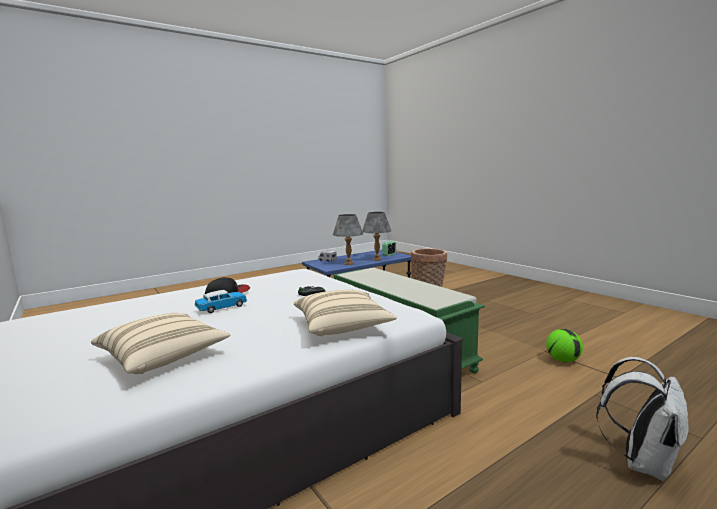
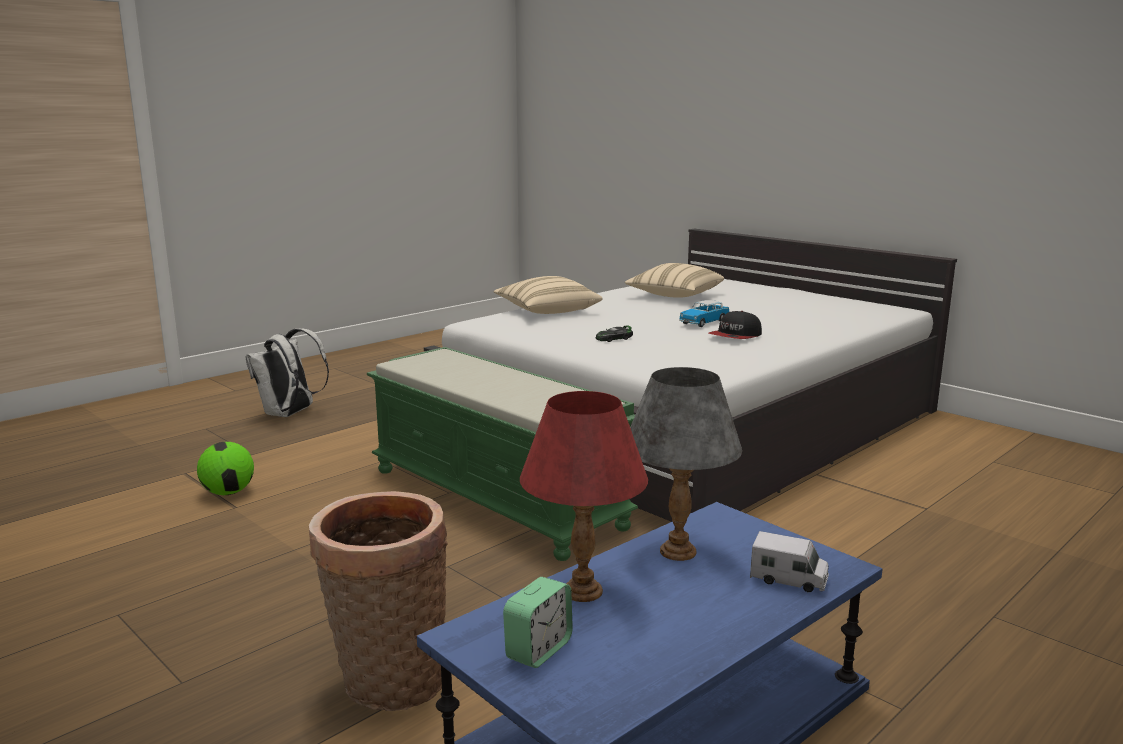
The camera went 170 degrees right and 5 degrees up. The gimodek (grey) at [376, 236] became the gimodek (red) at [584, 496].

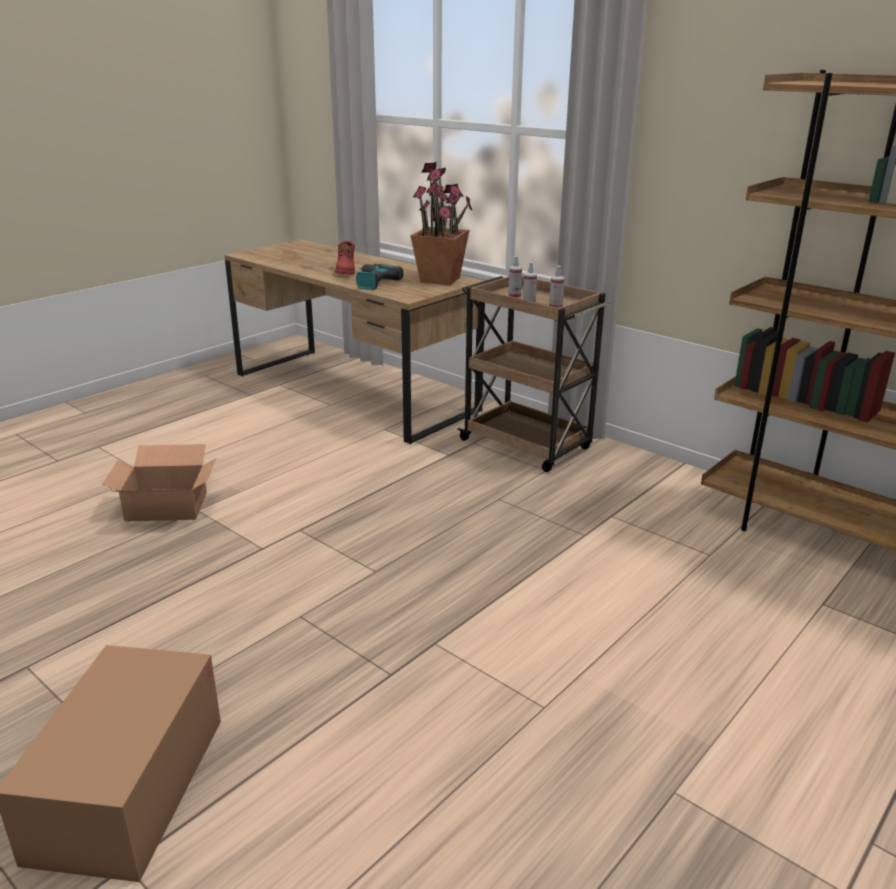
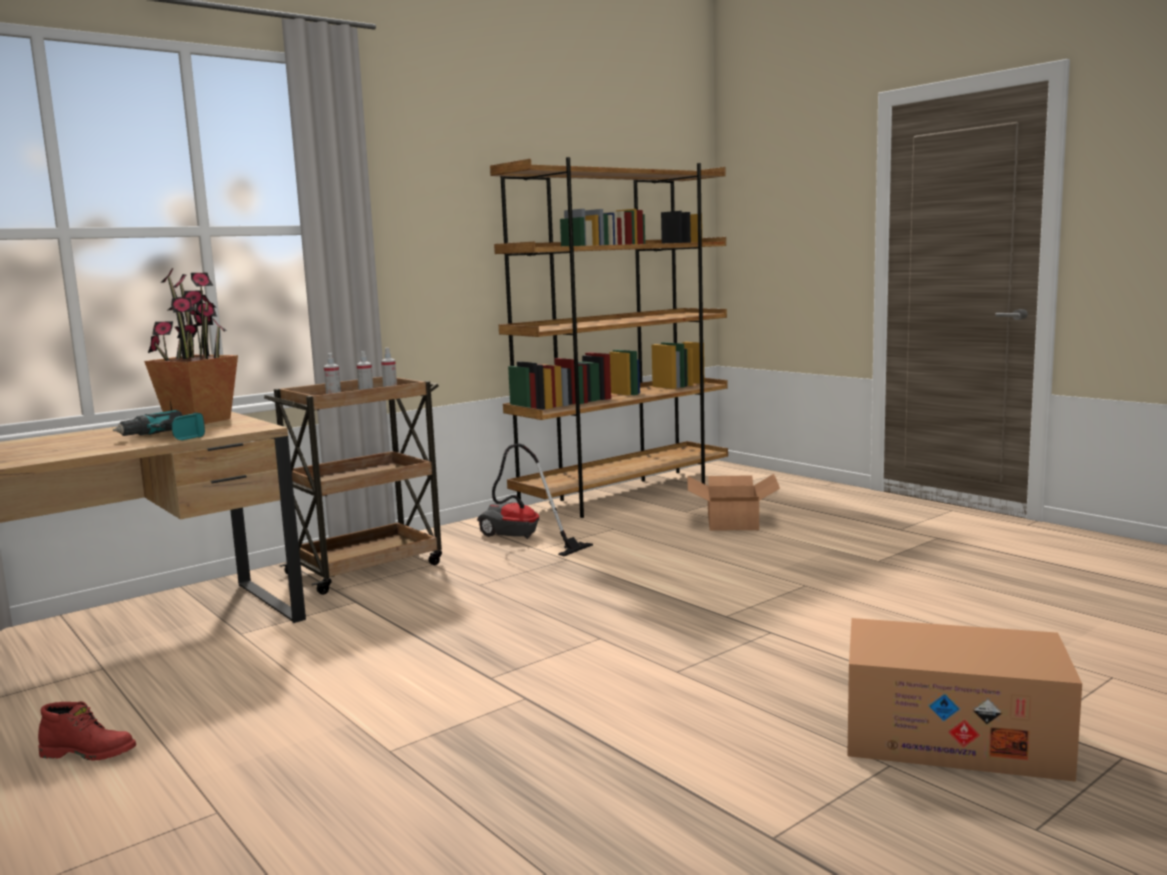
The camera went 80 degrees left and 15 degrees down. The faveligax moved from [159, 483] to [733, 502]. The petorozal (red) moved from [345, 257] to [87, 731]. The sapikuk at [535, 500] appeared.

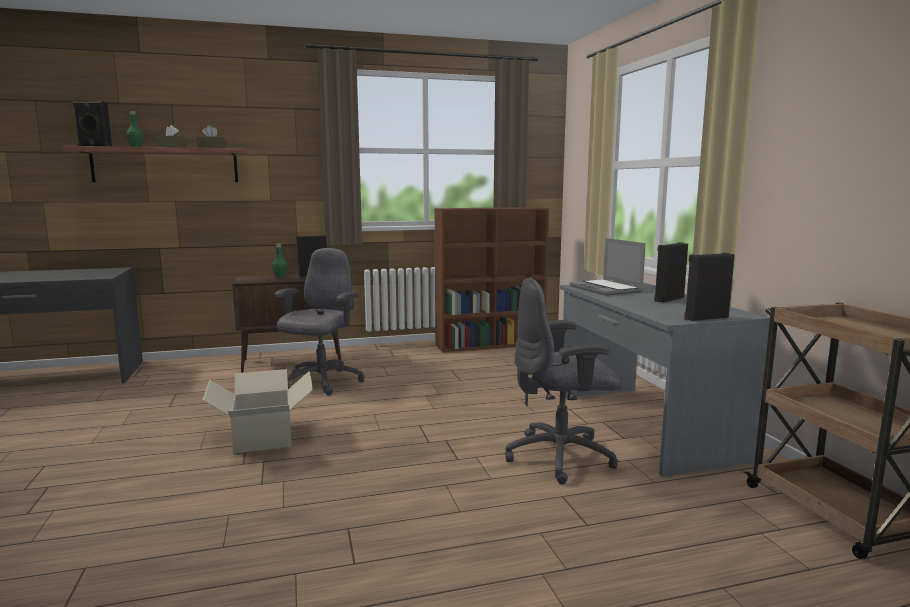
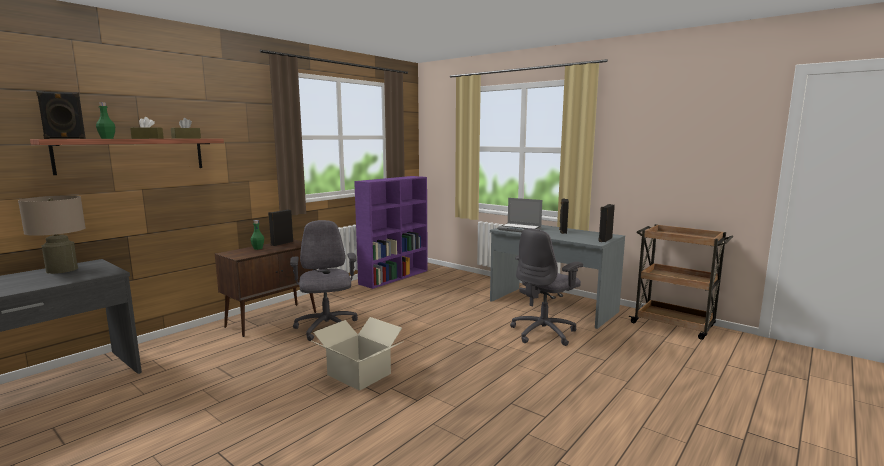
The camera went 35 degrees left and 0 degrees up. The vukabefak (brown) at [492, 279] became the vukabefak (purple) at [391, 232]. The gimodek (beige) at [52, 234] appeared.

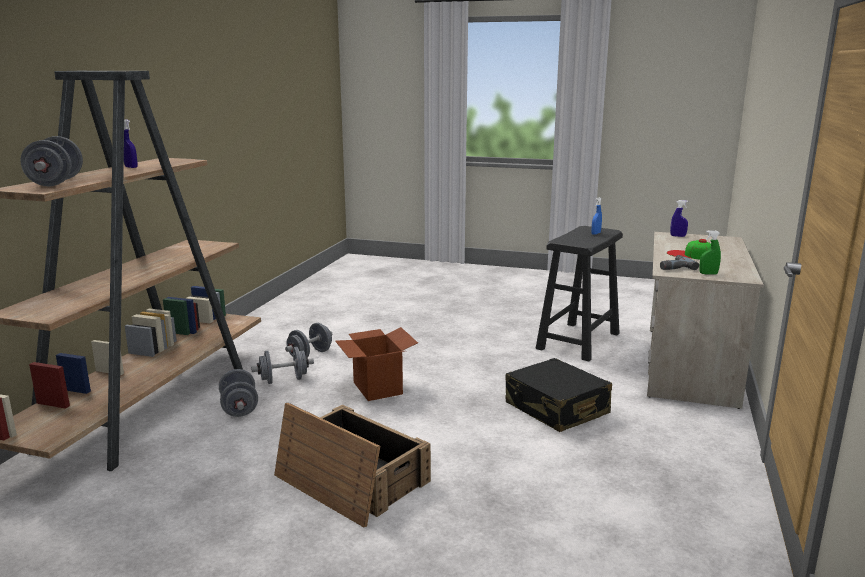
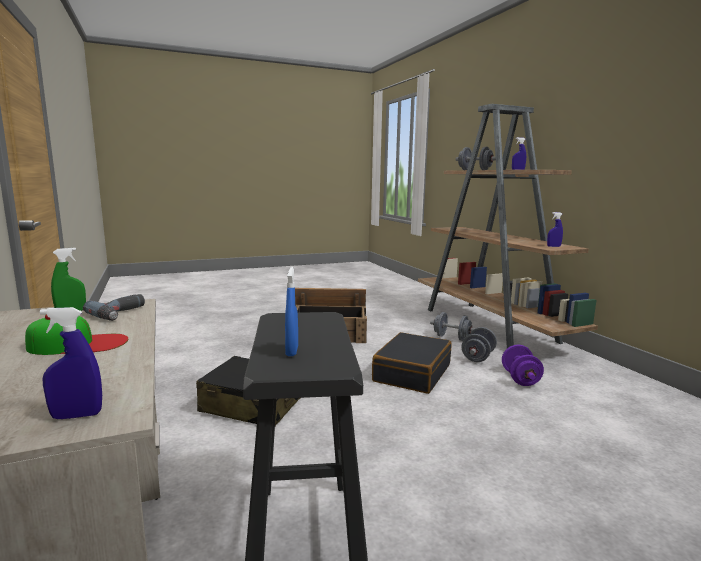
The camera went 140 degrees right and 5 degrees down. The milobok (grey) at [308, 340] became the milobok (purple) at [523, 365]. The faveligax at [376, 364] was replaced by the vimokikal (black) at [411, 363]. The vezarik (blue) at [555, 229] appeared.

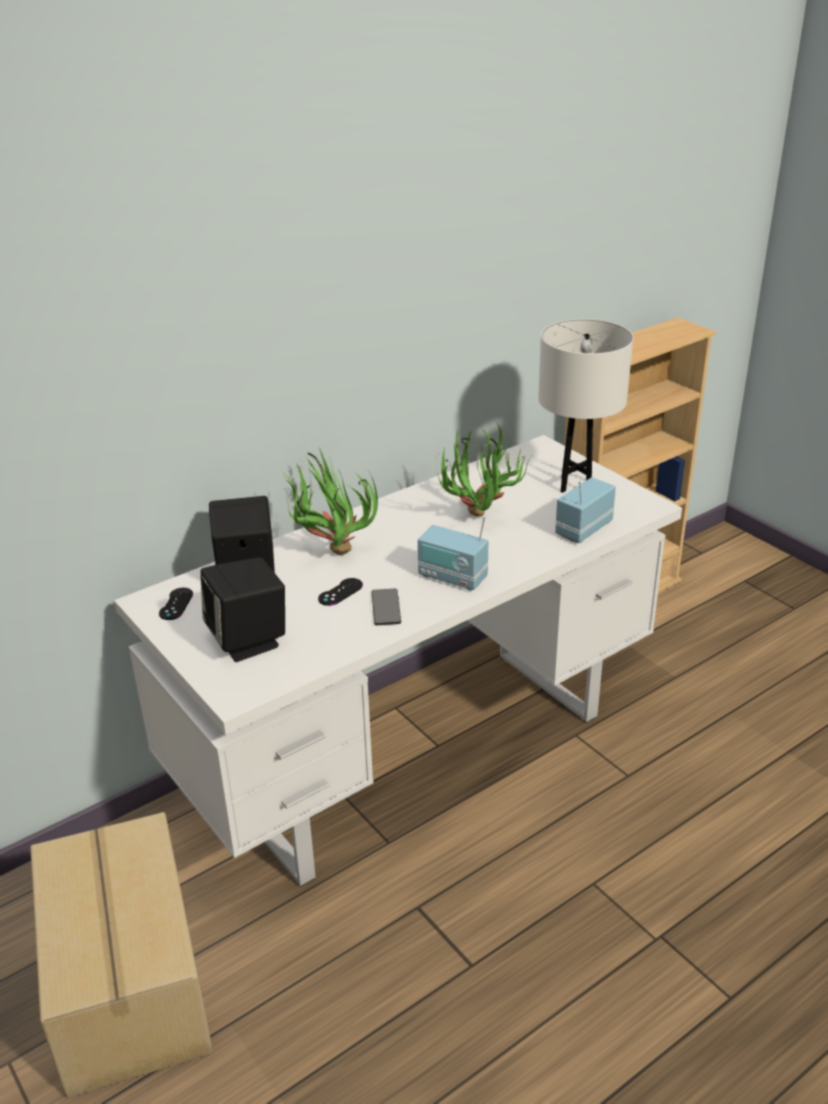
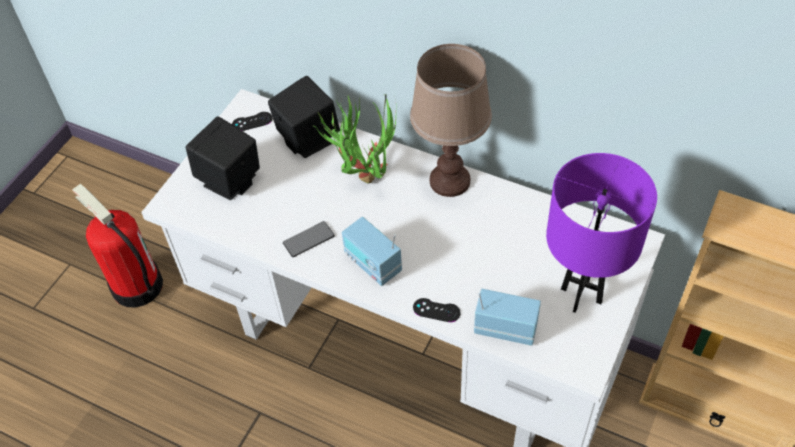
The camera went 65 degrees right and 20 degrees up. The faveligax at [121, 955] was replaced by the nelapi at [117, 246]. The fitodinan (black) moved from [340, 592] to [437, 310]. The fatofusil at [453, 553] turned 45 degrees counterclockwise. The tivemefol at [483, 469] disappeared. The gimodek (white) at [585, 406] became the gimodek (purple) at [601, 233]. The gimodek (brown) at [451, 120] appeared.

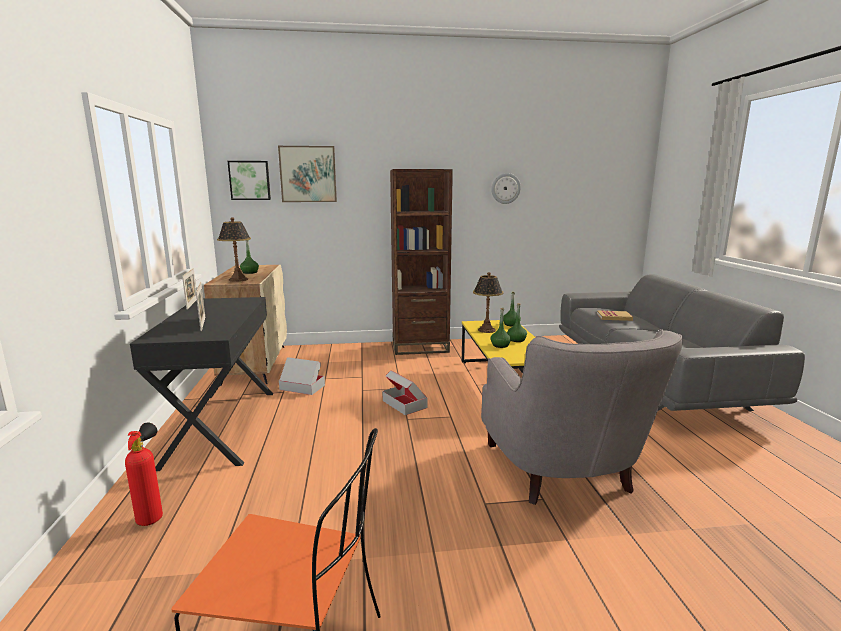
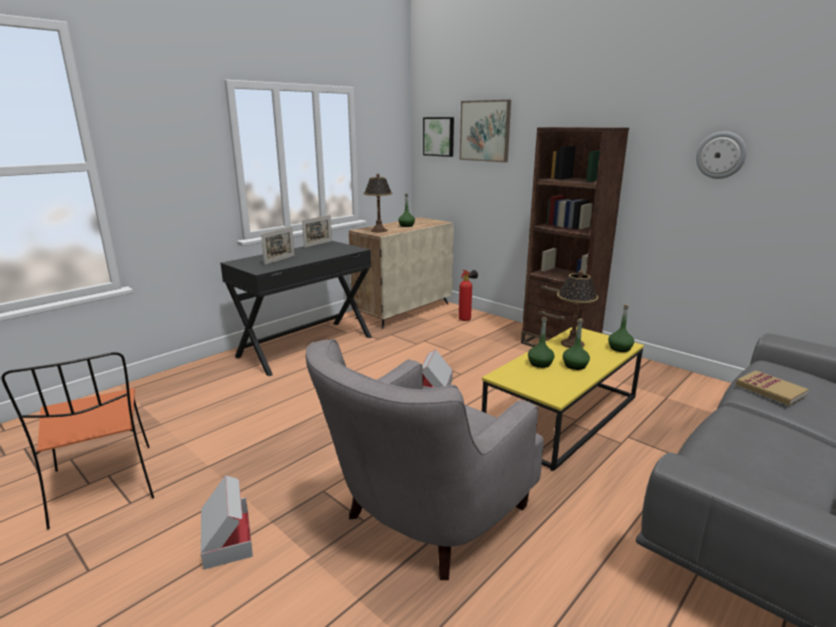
The camera went 50 degrees right and 5 degrees up. The nelapi moved from [144, 474] to [468, 295]. The faveligax moved from [302, 376] to [227, 522].

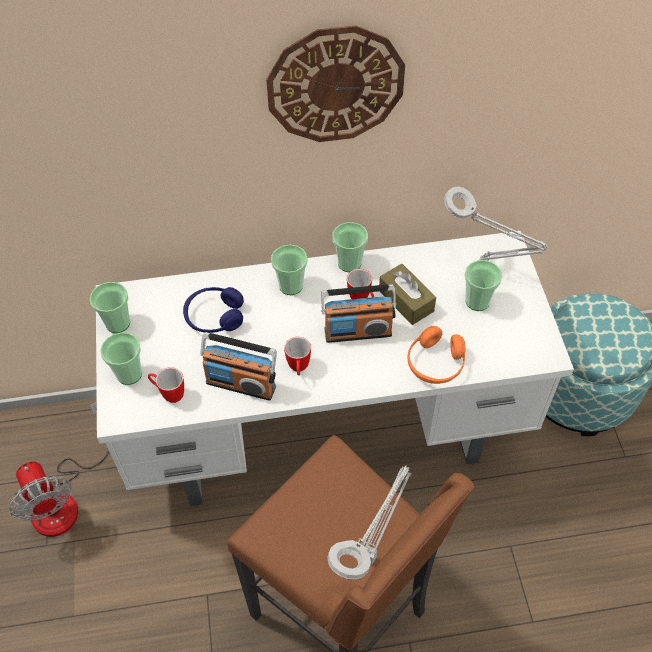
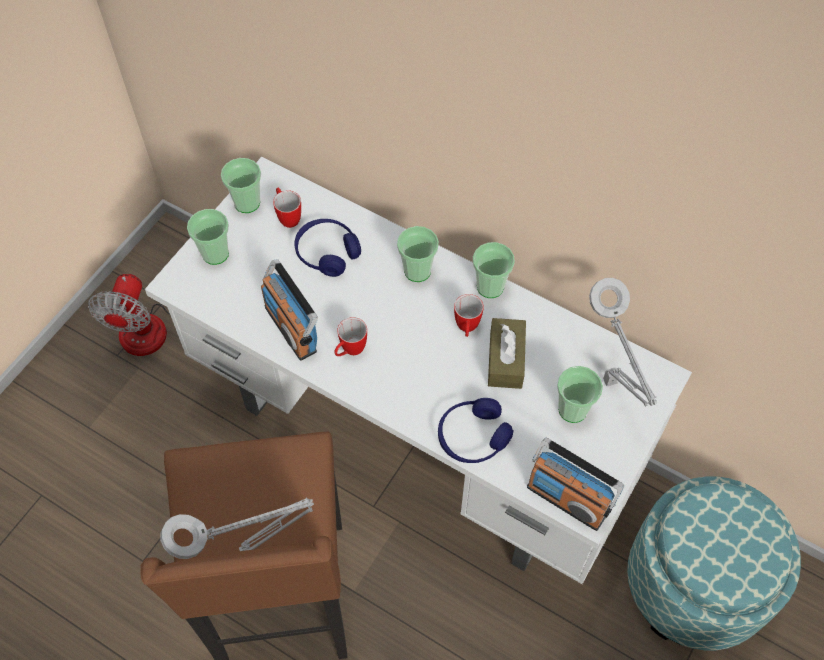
The camera went 40 degrees right and 5 degrees up. The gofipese moved from [166, 385] to [287, 208]. The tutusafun at [335, 83] disappeared. The fatofusil moved from [358, 313] to [575, 484]. The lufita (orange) at [436, 355] became the lufita (blue) at [476, 430].

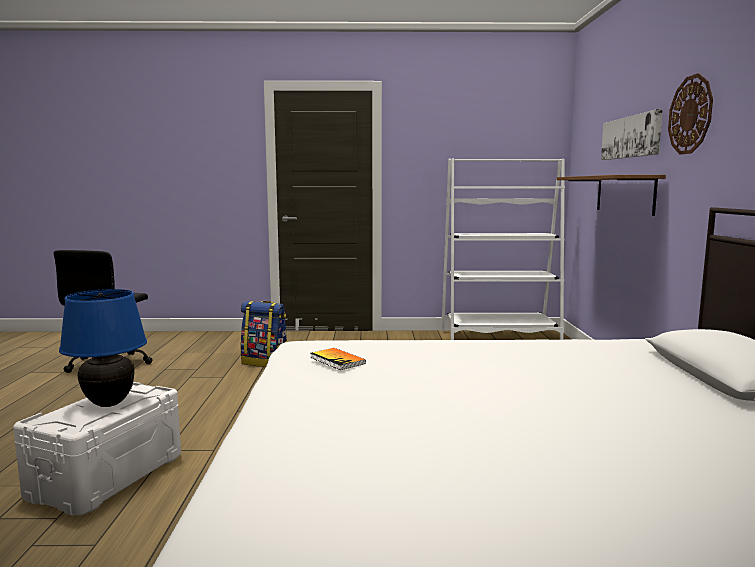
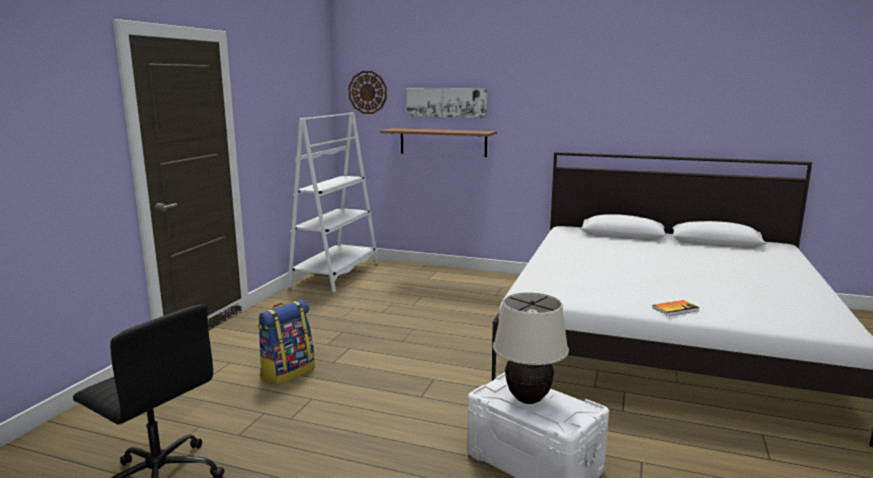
The camera went 70 degrees left and 5 degrees up. The gimodek (blue) at [103, 348] became the gimodek (beige) at [531, 348]. The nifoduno moved from [338, 359] to [676, 308]. The tutusafun moved from [690, 114] to [367, 92].

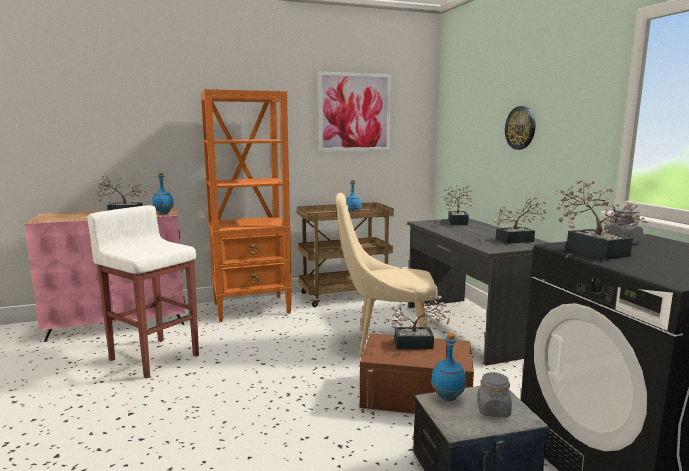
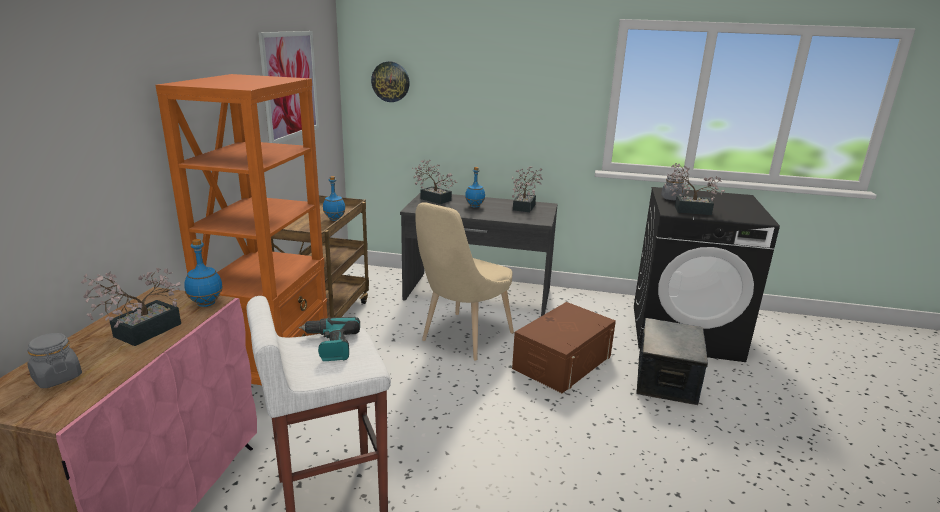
The camera went 60 degrees left and 10 degrees up. The tivemefol at [417, 322] disappeared. The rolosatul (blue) moved from [448, 367] to [475, 187]. The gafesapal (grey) moved from [494, 394] to [54, 360]. The tutusafun moved from [520, 128] to [390, 81]. The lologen at [329, 339] appeared.

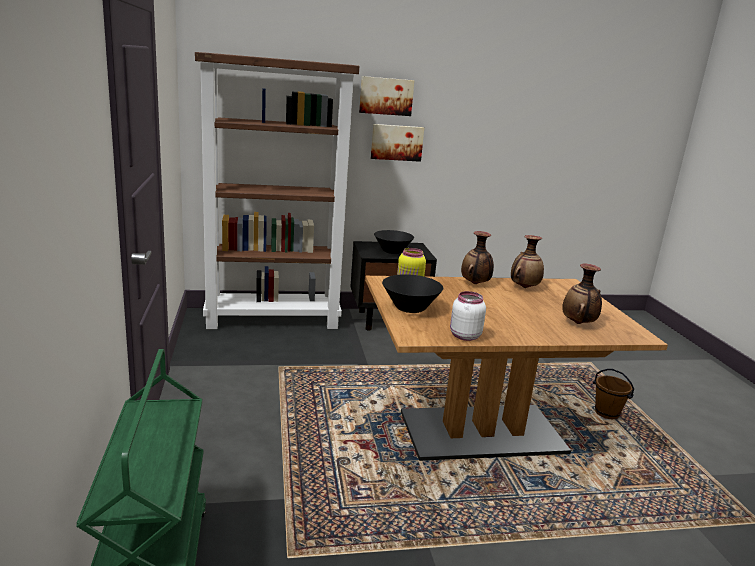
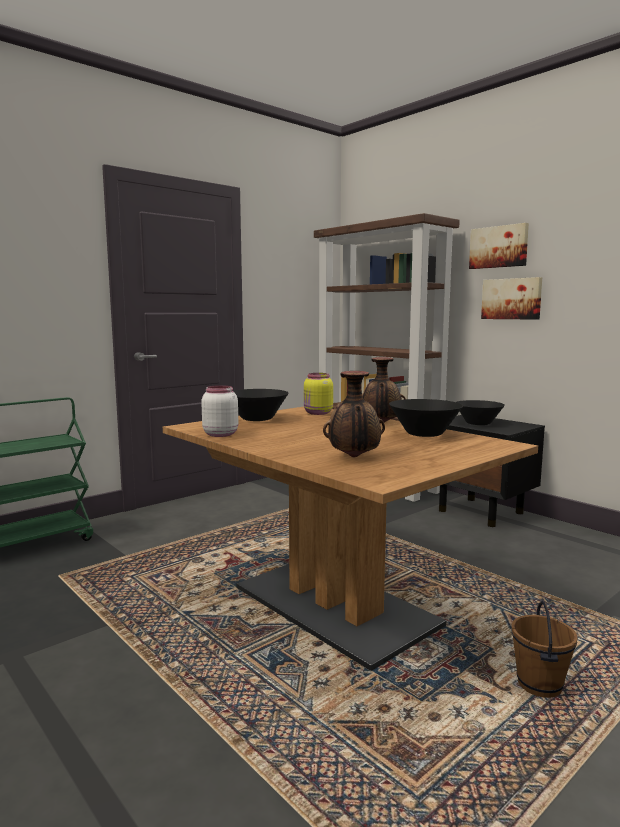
The camera went 60 degrees right and 10 degrees down. The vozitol at [527, 261] was replaced by the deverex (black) at [426, 418].

